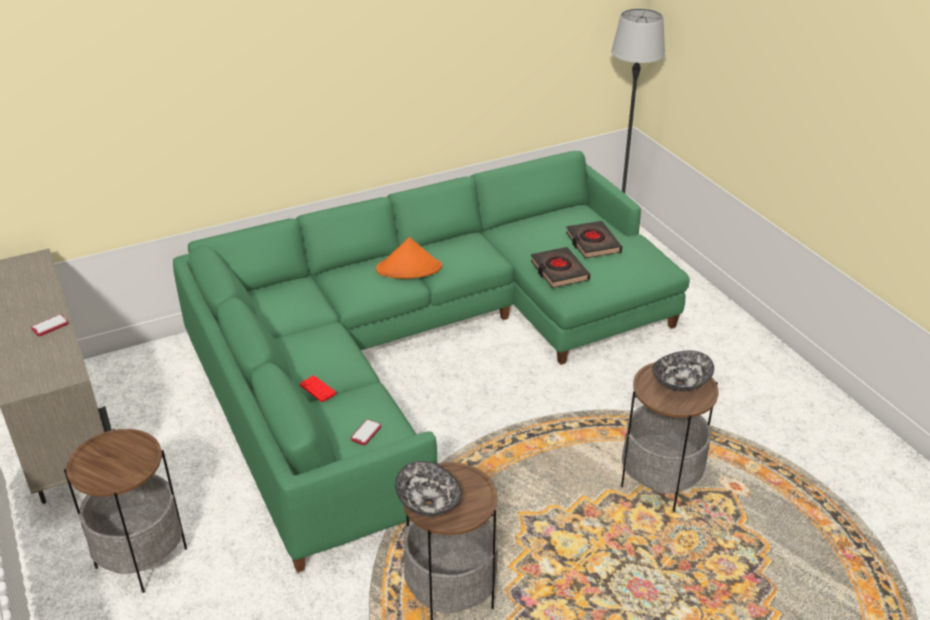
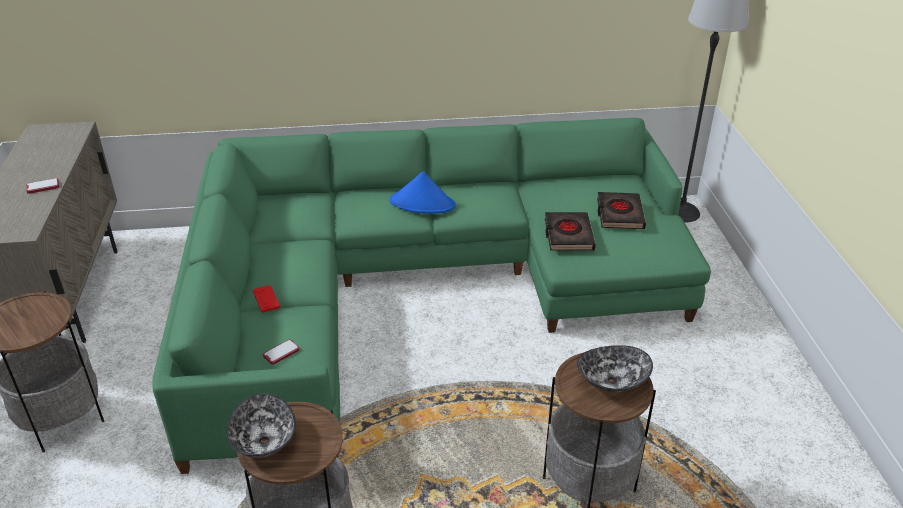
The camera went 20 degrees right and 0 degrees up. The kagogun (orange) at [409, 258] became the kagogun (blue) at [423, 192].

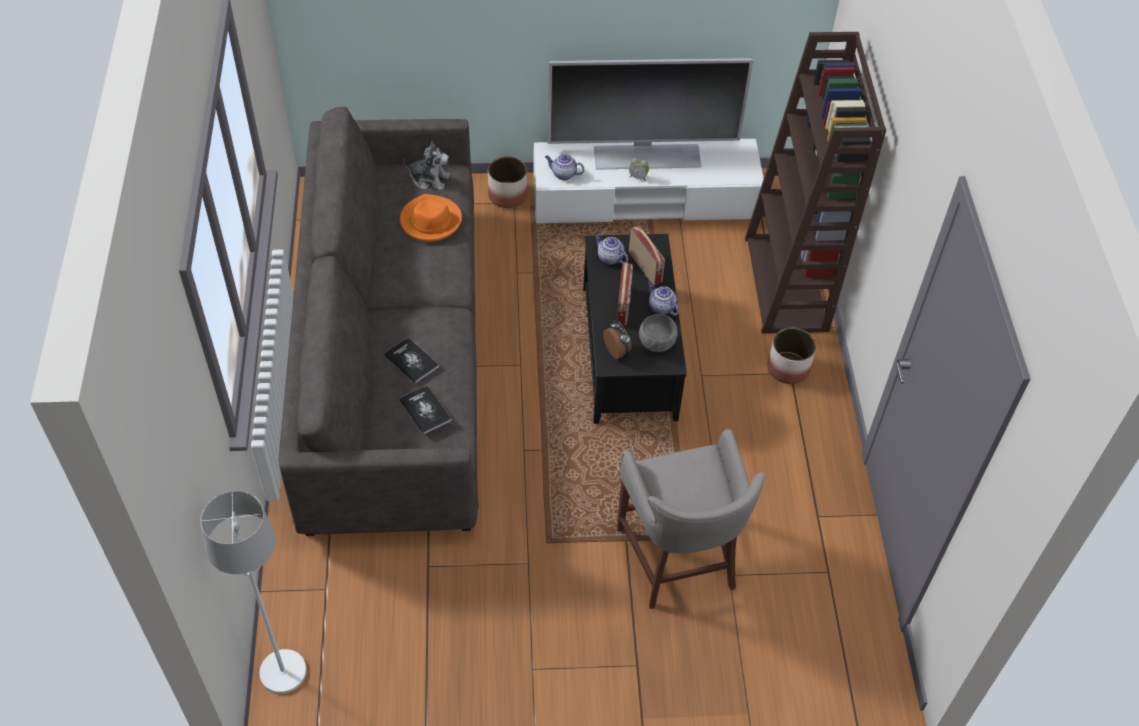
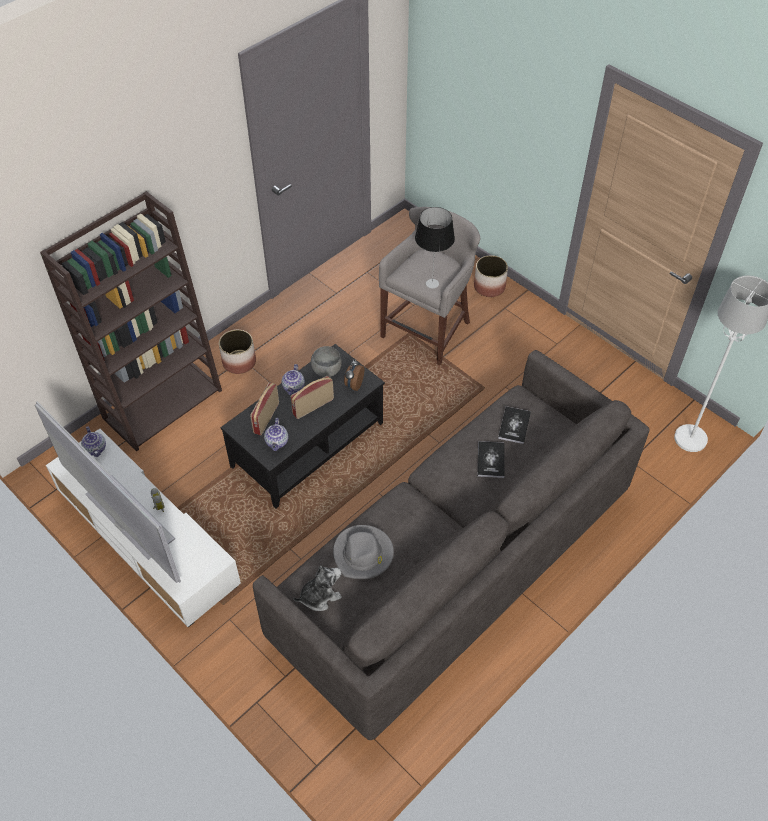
The camera went 130 degrees left and 0 degrees up. The kagogun (orange) at [431, 217] became the kagogun (grey) at [363, 552]. The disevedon at [426, 165] turned 90 degrees clockwise. The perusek moved from [508, 182] to [491, 276]. The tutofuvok moved from [564, 167] to [93, 442]. The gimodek at [435, 247] appeared.

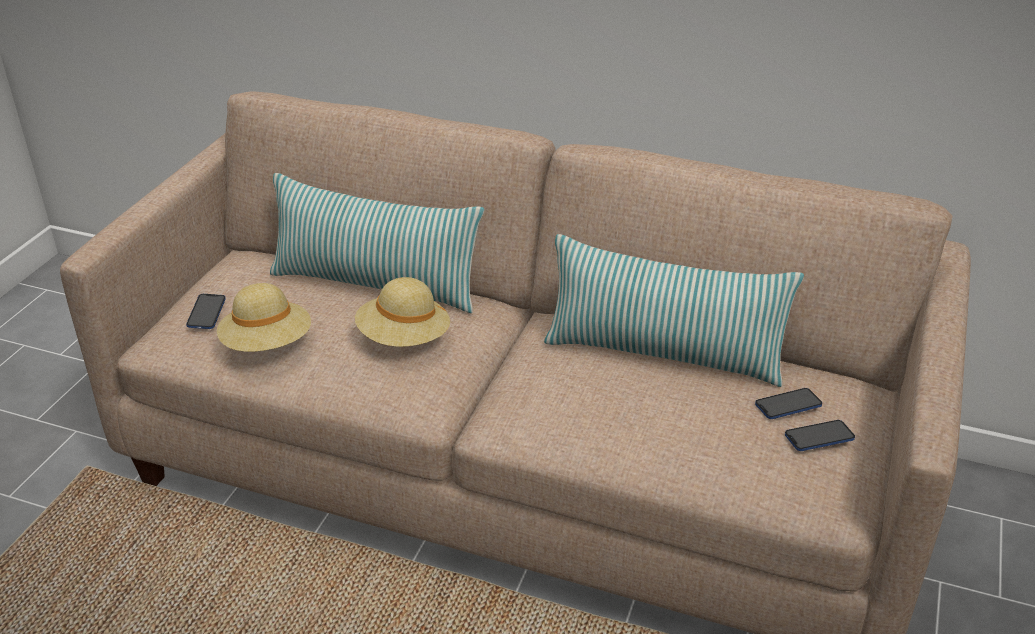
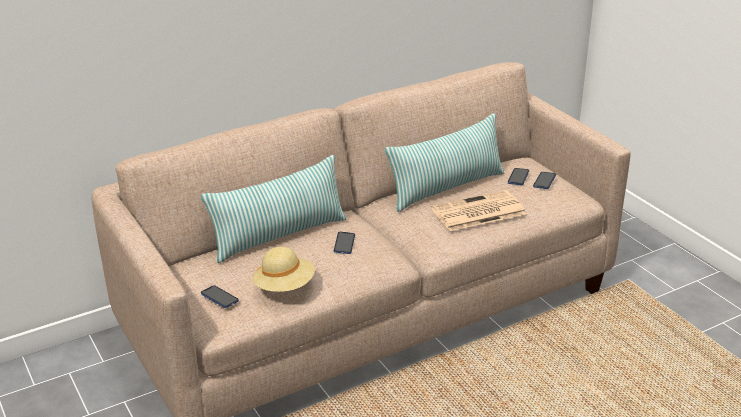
The camera went 50 degrees left and 5 degrees down. The kagogun (beige) at [402, 312] was replaced by the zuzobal at [344, 243]. The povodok at [478, 210] appeared.

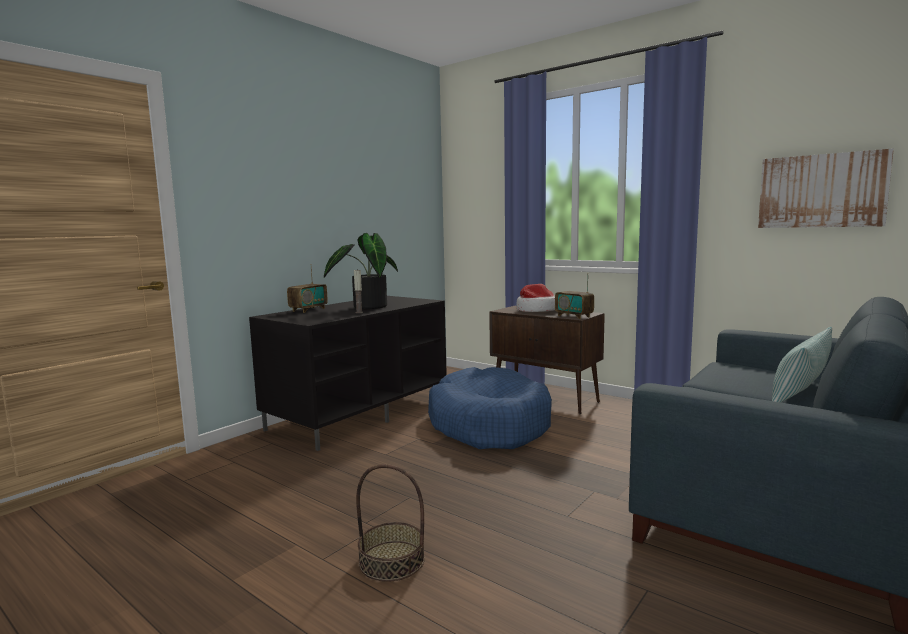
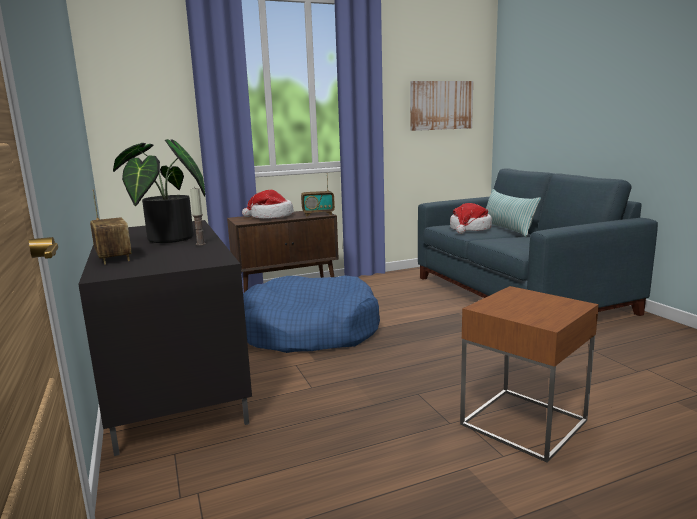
The camera went 60 degrees left and 5 degrees up. The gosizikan at [390, 523] was replaced by the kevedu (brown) at [529, 374]. The kagogun at [471, 218] appeared.

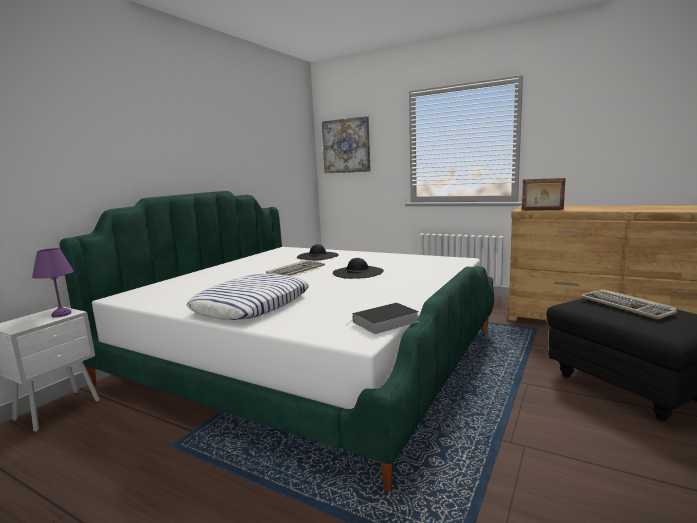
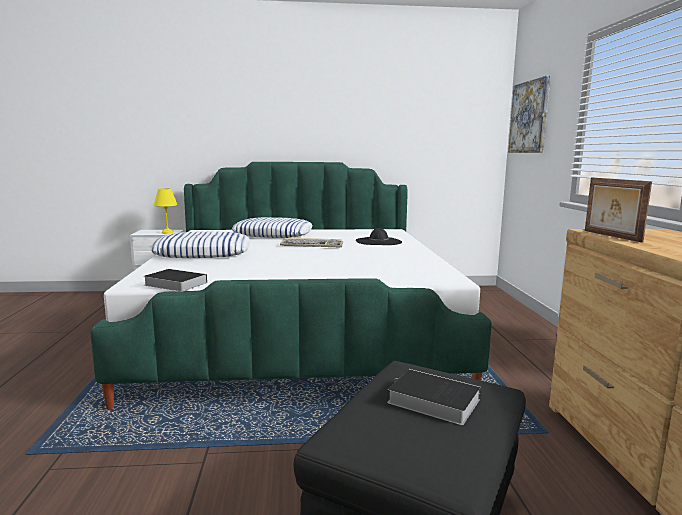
The camera went 55 degrees right and 0 degrees up. The gimodek (purple) at [53, 282] became the gimodek (yellow) at [166, 211]. The kagogun (black) at [358, 268] disappeared. The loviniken at [629, 304] was replaced by the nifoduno at [434, 397]. The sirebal at [272, 227] appeared.

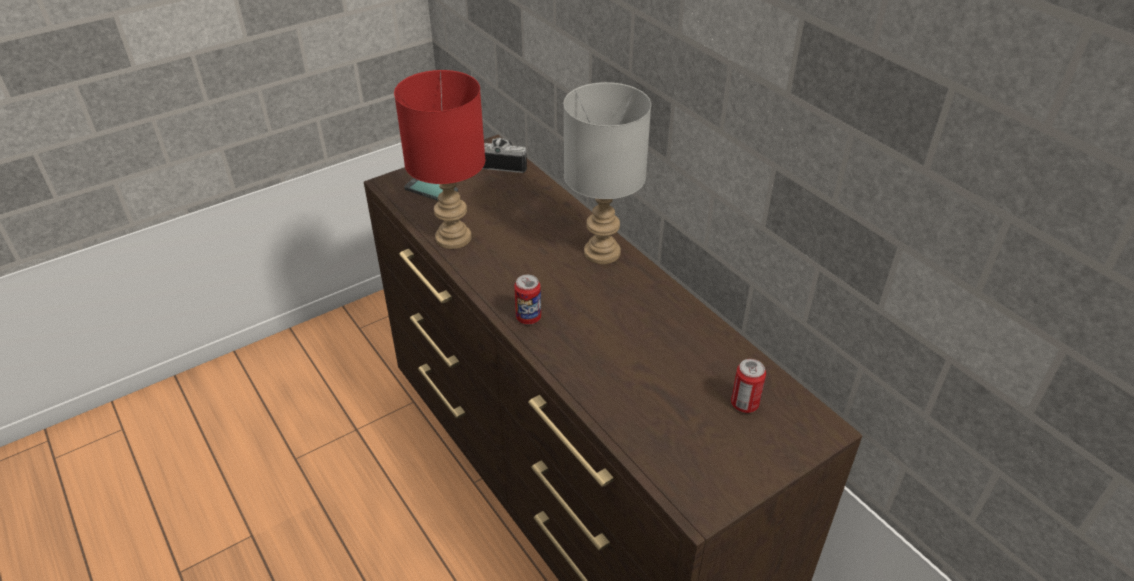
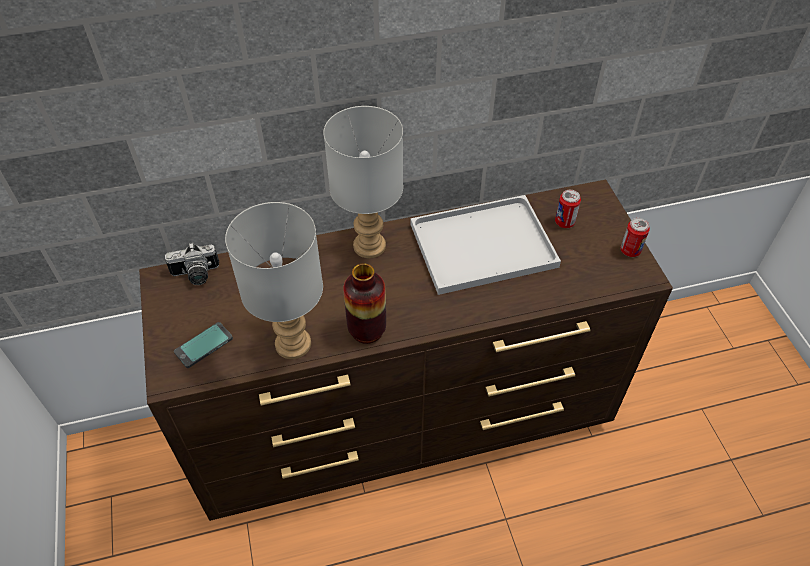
The camera went 70 degrees left and 10 degrees up. The gimodek (red) at [439, 159] became the gimodek (grey) at [274, 280]. The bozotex at [504, 155] turned 135 degrees counterclockwise. The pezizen moved from [527, 299] to [635, 237]. The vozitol at [364, 303] appeared. The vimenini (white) at [486, 245] appeared.

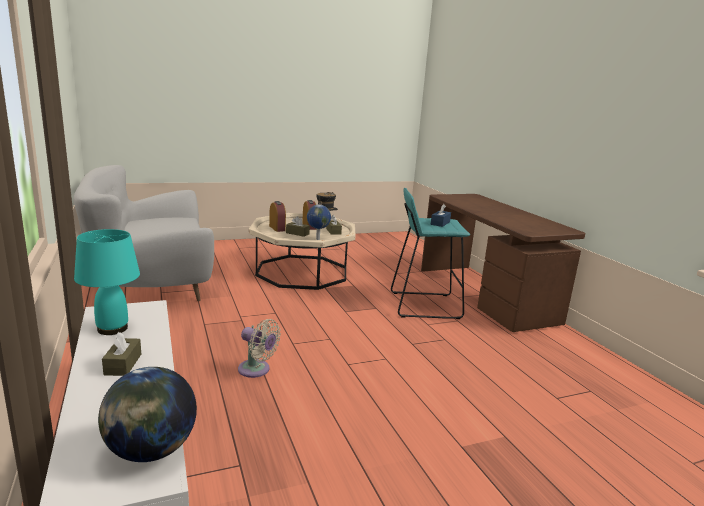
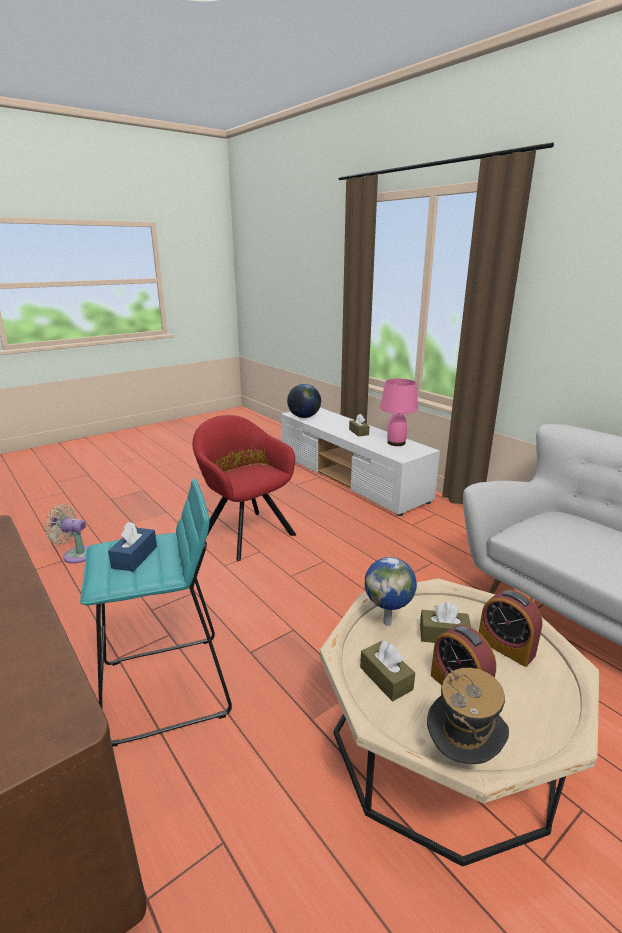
The camera went 165 degrees right and 5 degrees up. The gimodek (turquoise) at [107, 282] became the gimodek (pink) at [399, 412]. The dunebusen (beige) moved from [259, 348] to [67, 534]. The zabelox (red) at [244, 488] appeared.

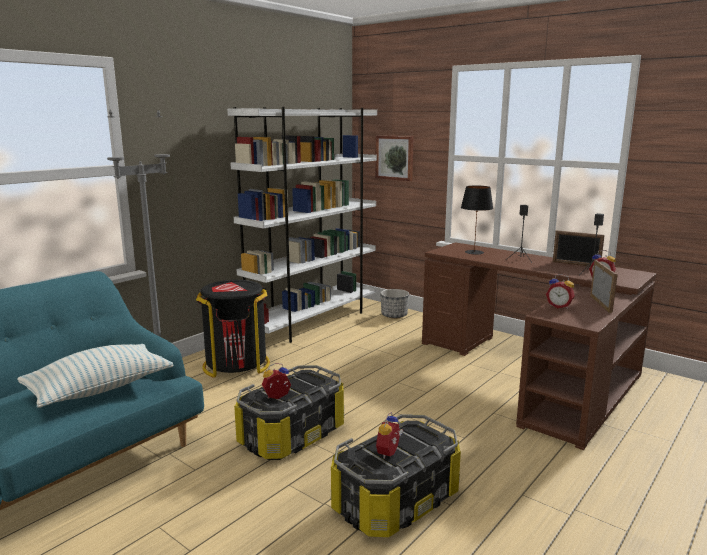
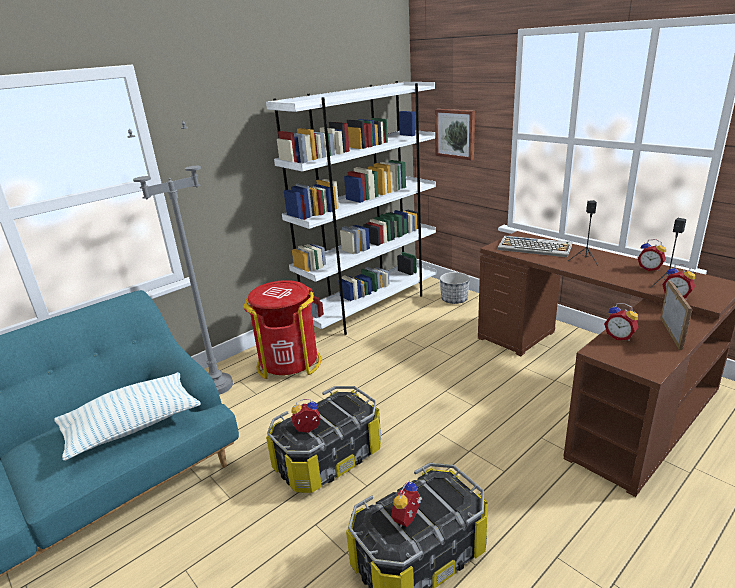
The camera went 10 degrees right and 10 degrees up. The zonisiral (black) at [233, 329] became the zonisiral (red) at [282, 329]. The gimodek (black) at [477, 220] was replaced by the loviniken at [535, 246]. The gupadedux at [579, 248] was replaced by the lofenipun at [652, 255].

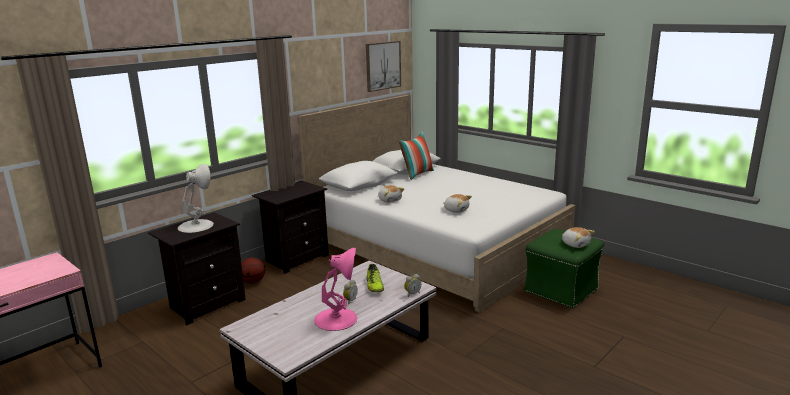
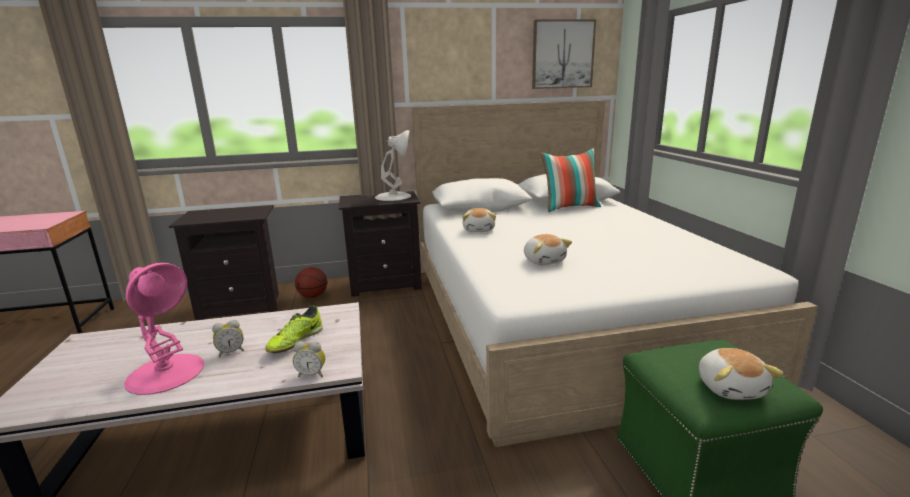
The camera went 35 degrees right and 0 degrees up. The gimodek (white) moved from [196, 198] to [393, 165].

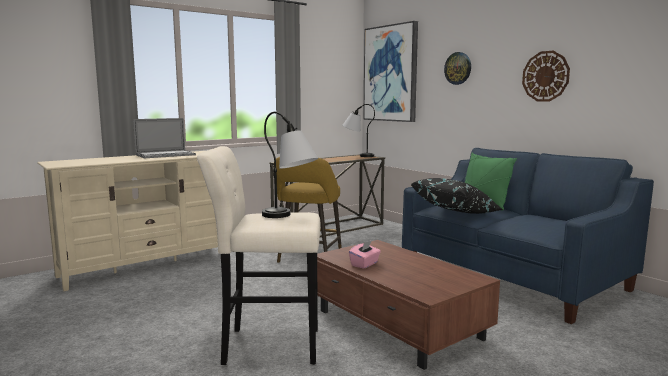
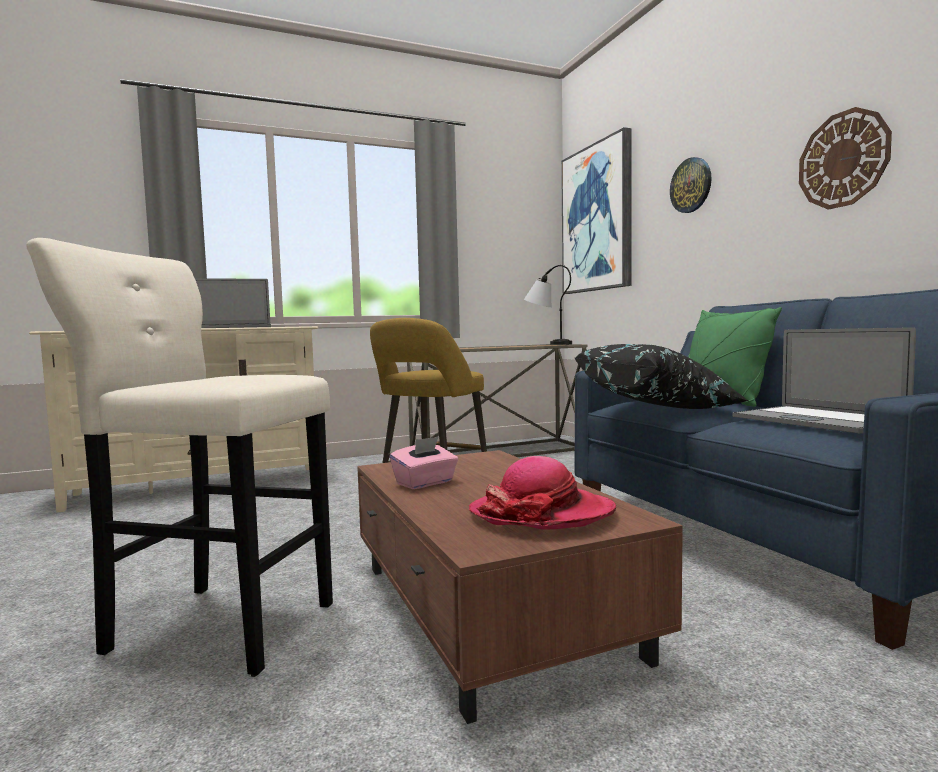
The camera went 15 degrees right and 5 degrees down. The gimodek at [290, 165] disappeared. The kagogun at [542, 493] appeared. The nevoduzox at [824, 380] appeared.

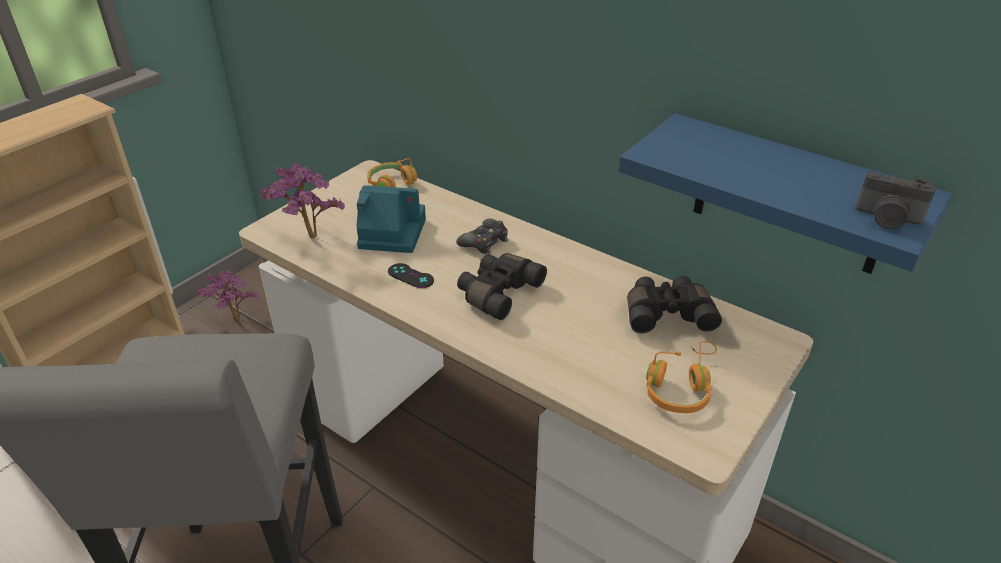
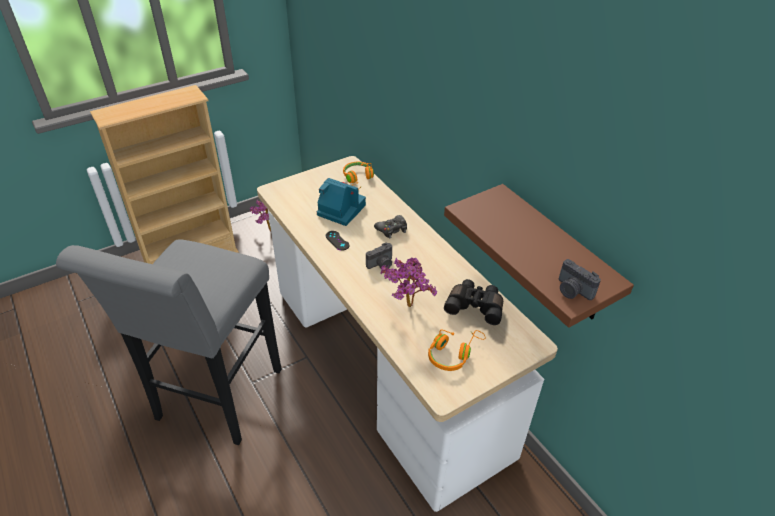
The camera went 20 degrees right and 5 degrees up. The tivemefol moved from [302, 201] to [408, 282]. The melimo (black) at [502, 286] was replaced by the bozotex at [379, 255]. The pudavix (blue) at [786, 193] became the pudavix (brown) at [539, 256].

